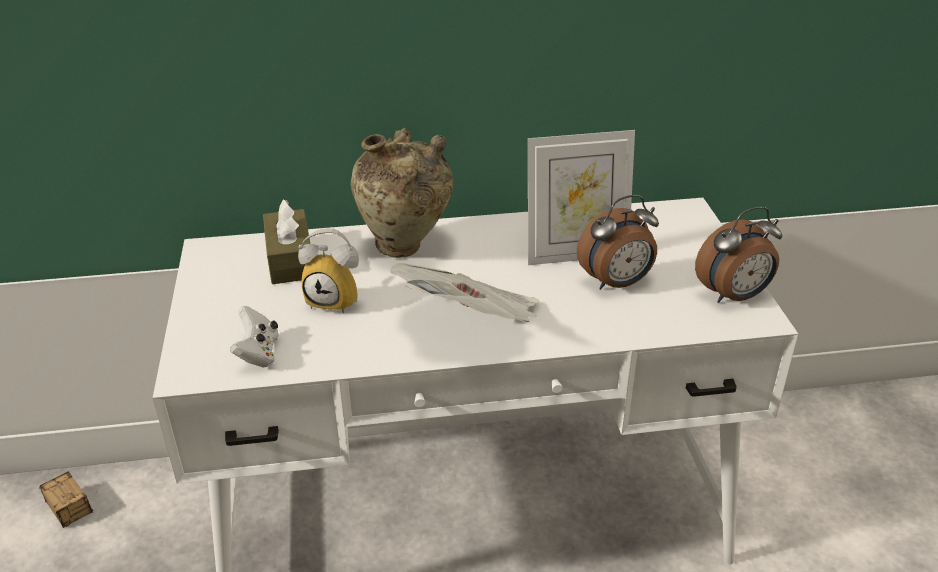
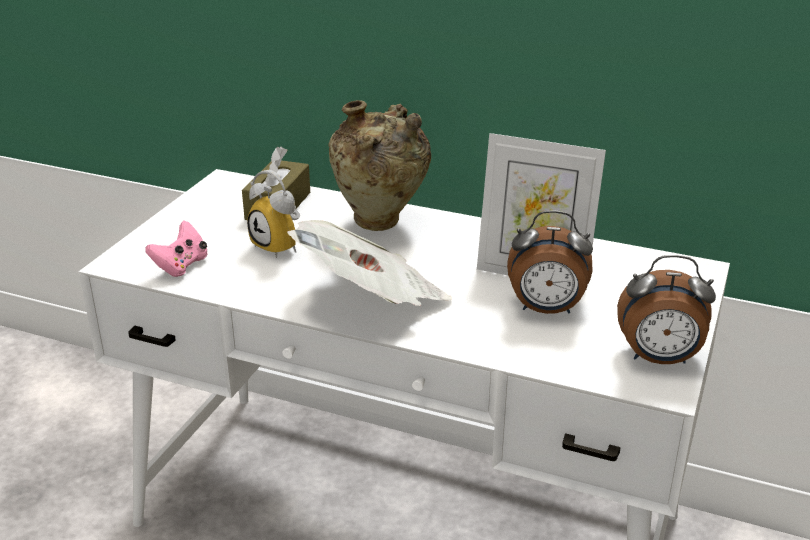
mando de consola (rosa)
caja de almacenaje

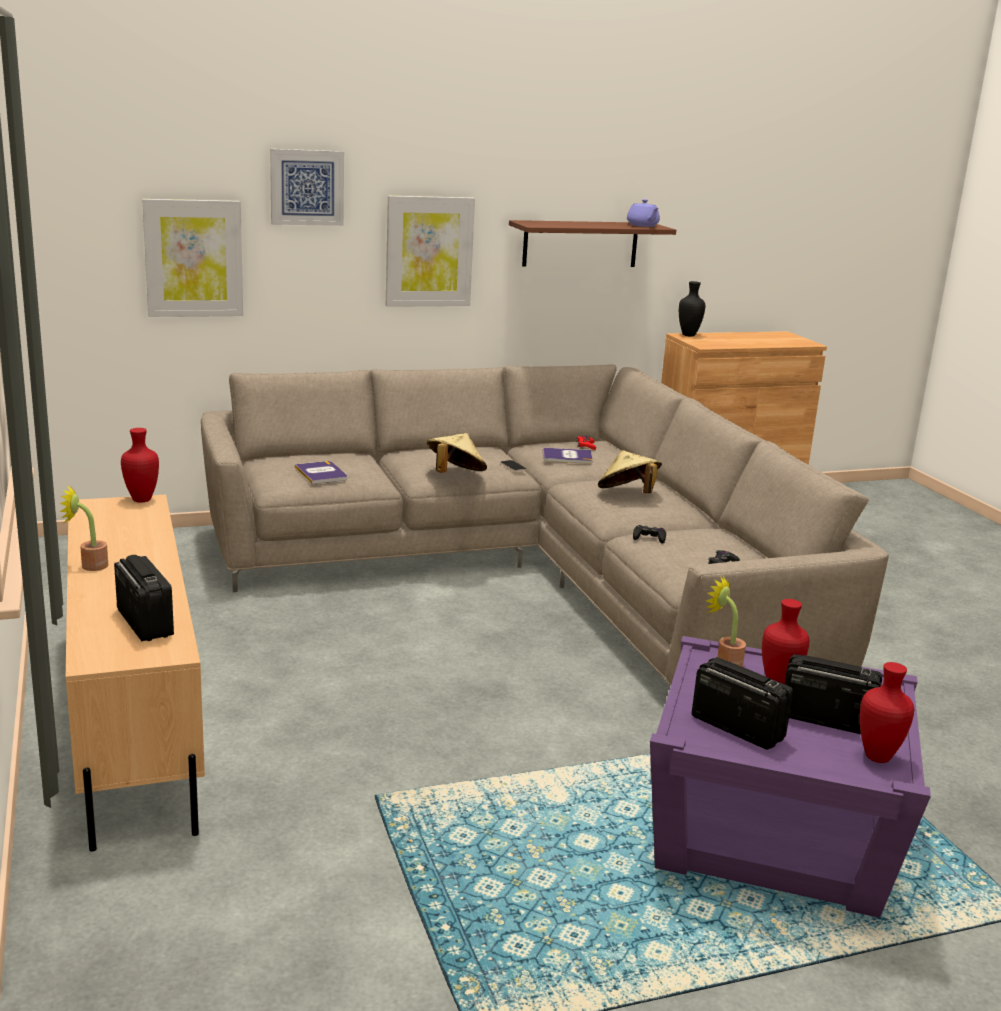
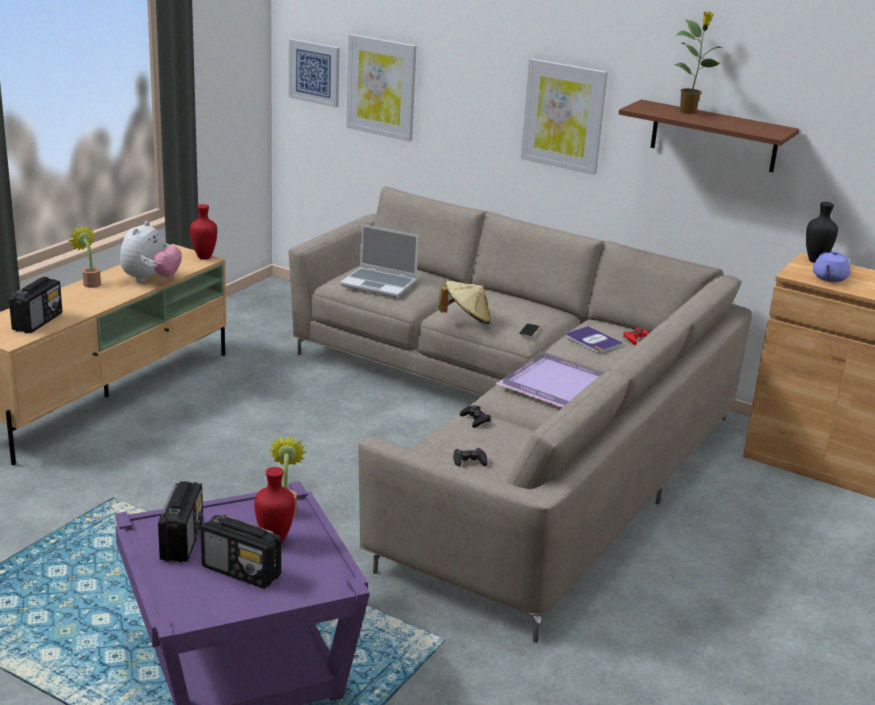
peluche
radio (no. 3 from left)
cuadro (no. 1 from left)
portátil
bandeja (morado)
planta en maceta (no. 3 from left)
tetera (morado)
florero (rojo) (no. 3 from left in the first image)

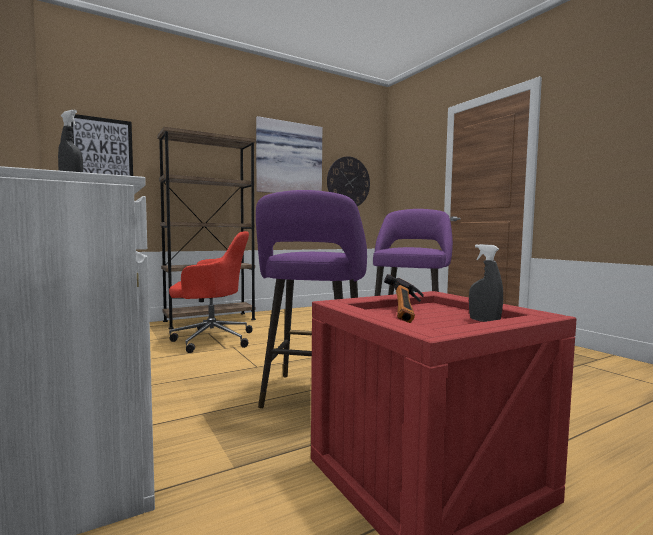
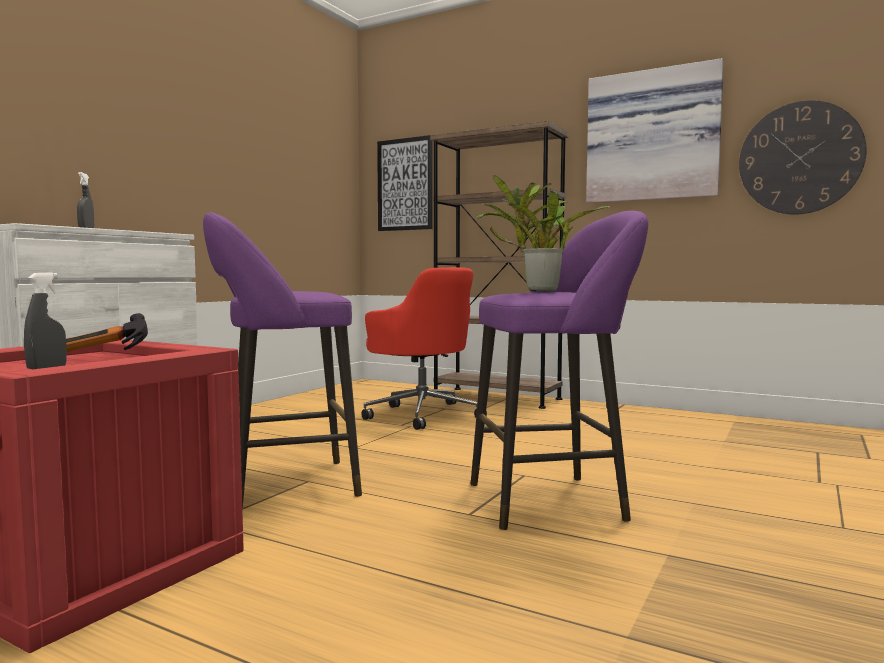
planta en maceta

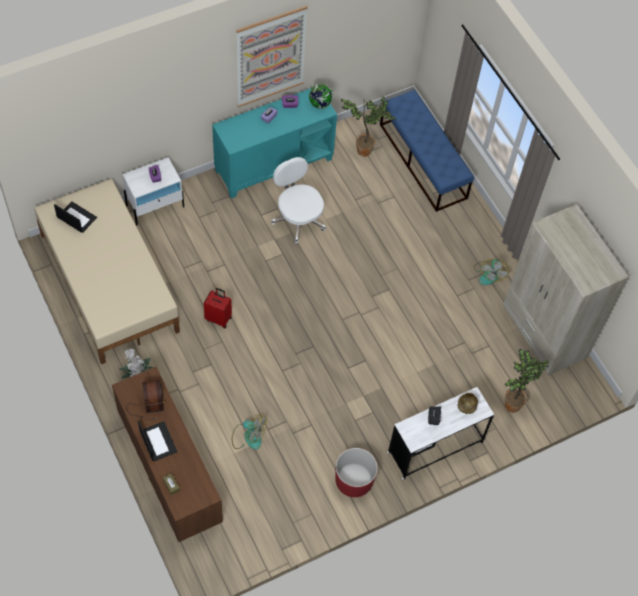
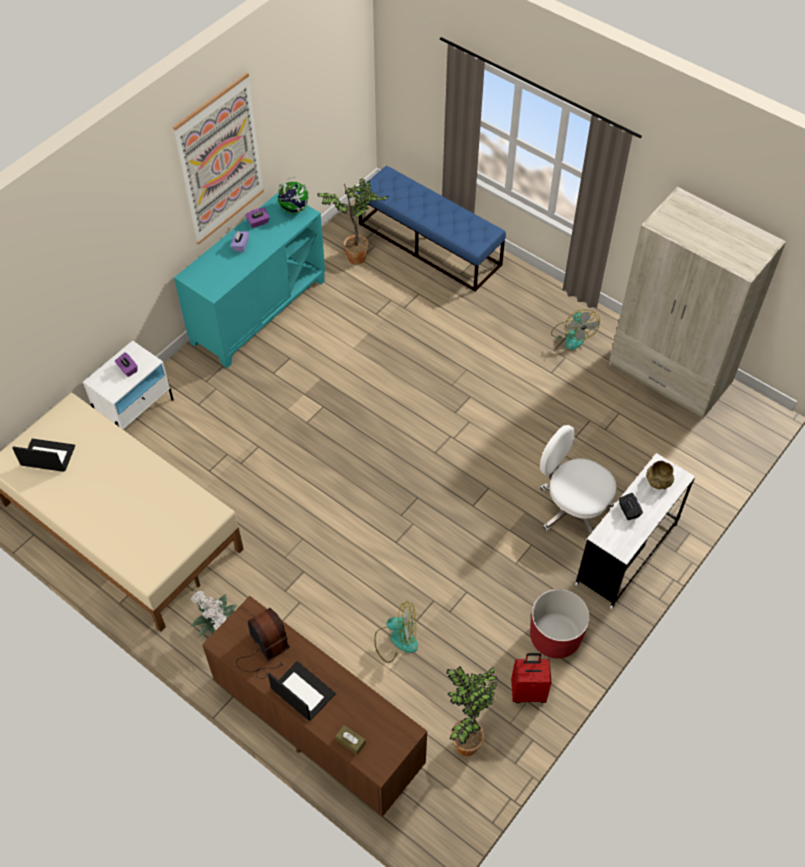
planta en maceta (no. 3 from left)
maleta (rojo)
silla de oficina (blanco)

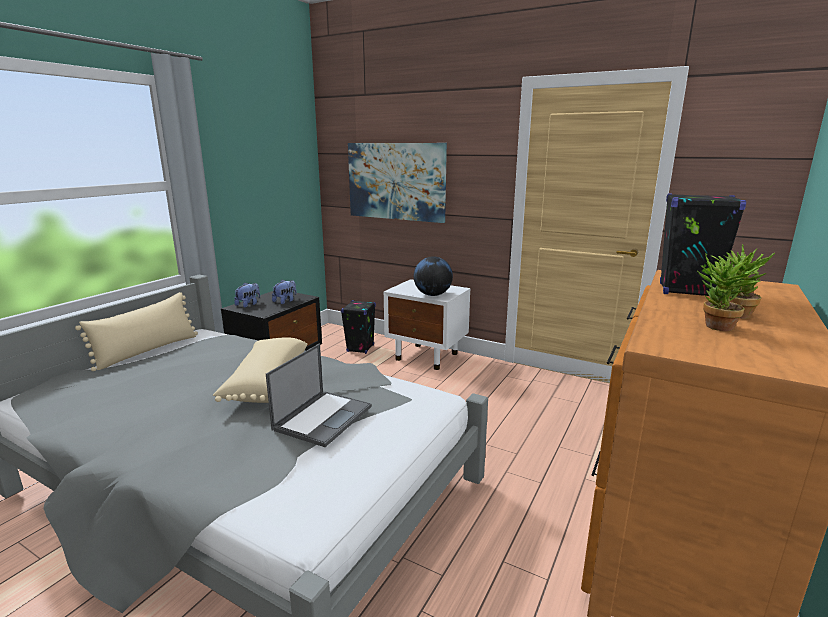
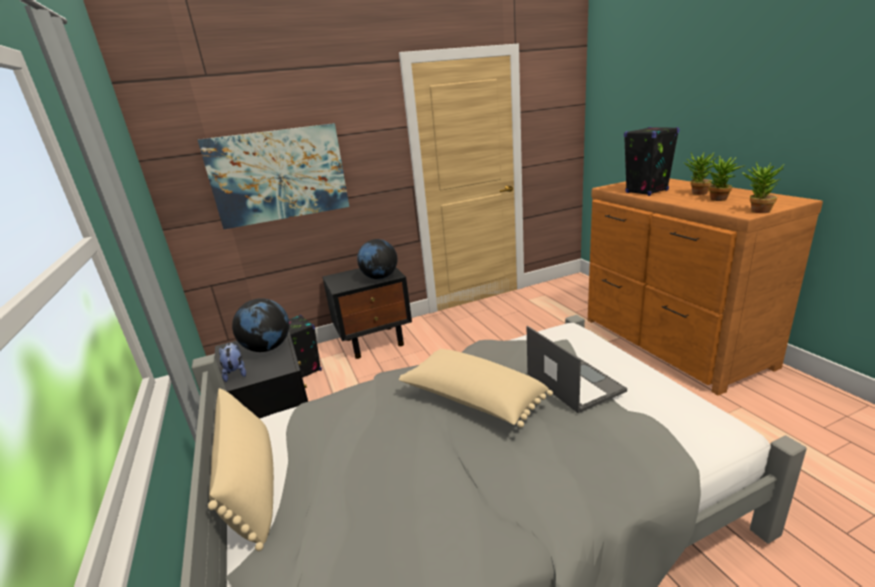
globo terráqueo (no. 1 from left)
mesita de noche (negro) (no. 2 from left)
planta en maceta (no. 3 from left)

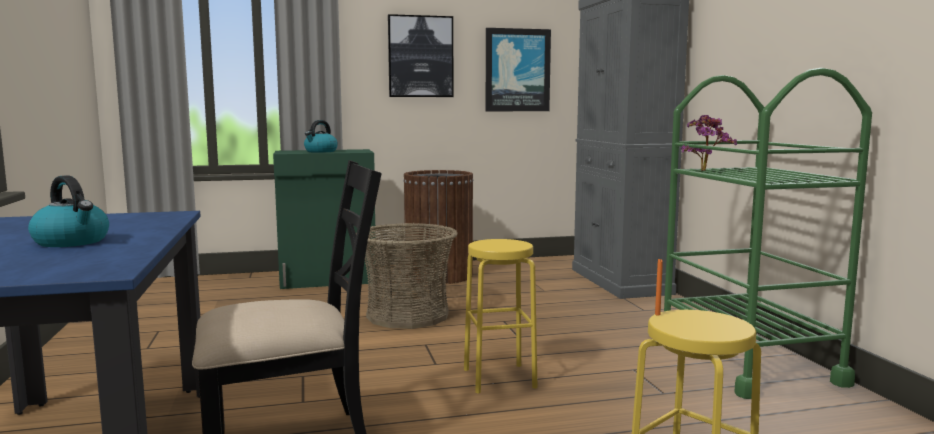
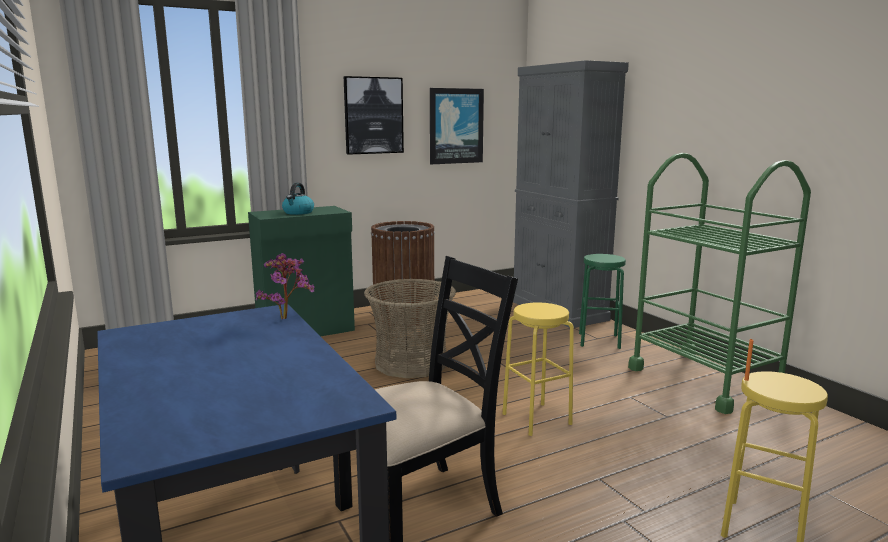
planta en maceta
taburete (verde)
hervidor (no. 1 from left in the first image)

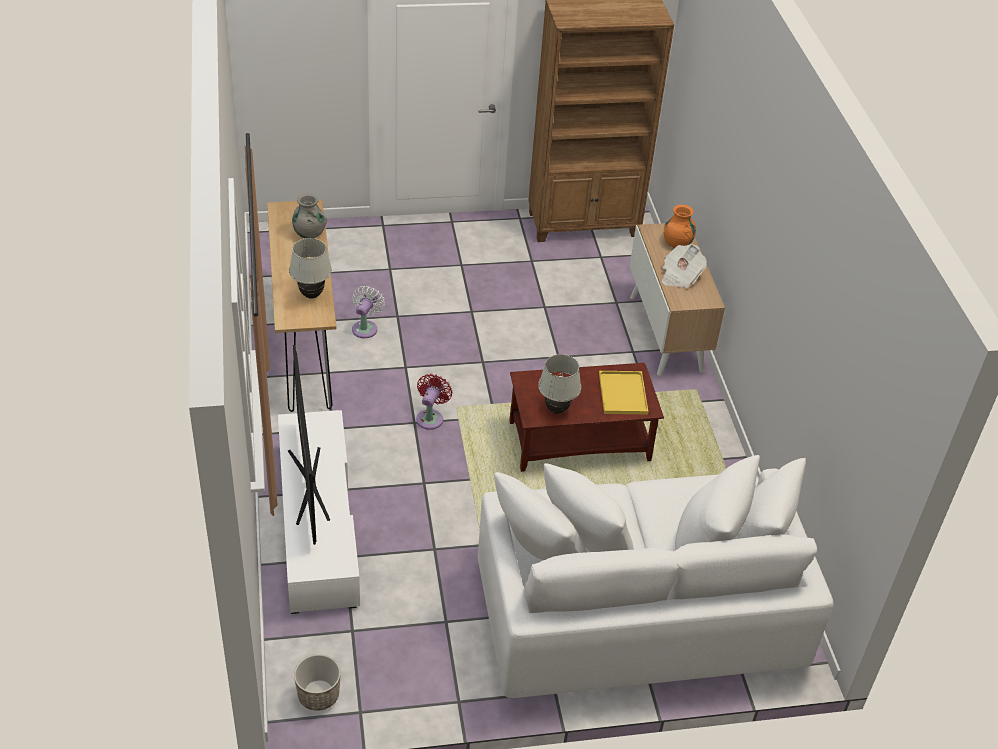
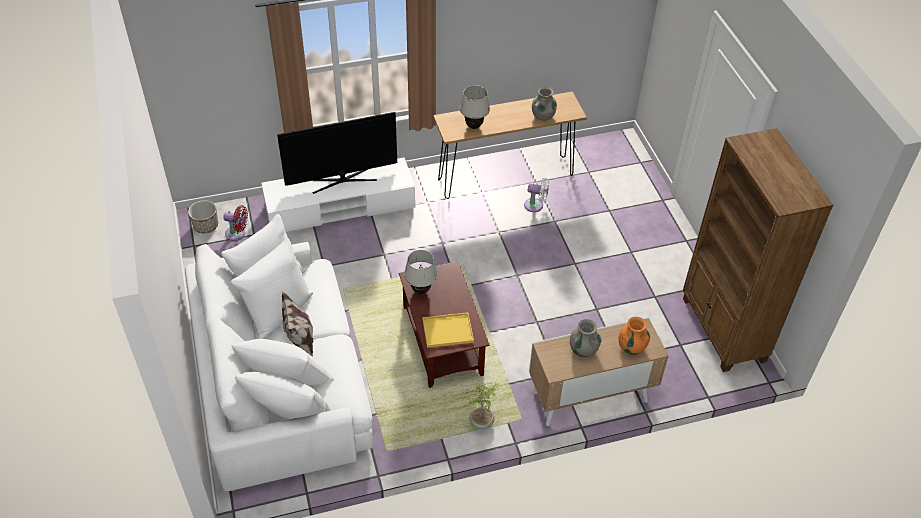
ventilador (rojo)
cojín
planta en maceta
florero (gris) (no. 2 from left)

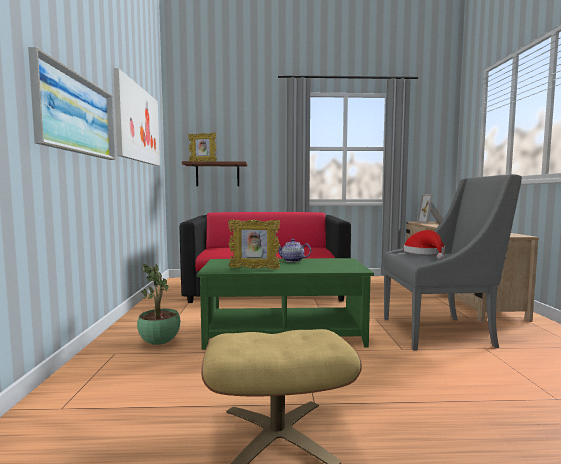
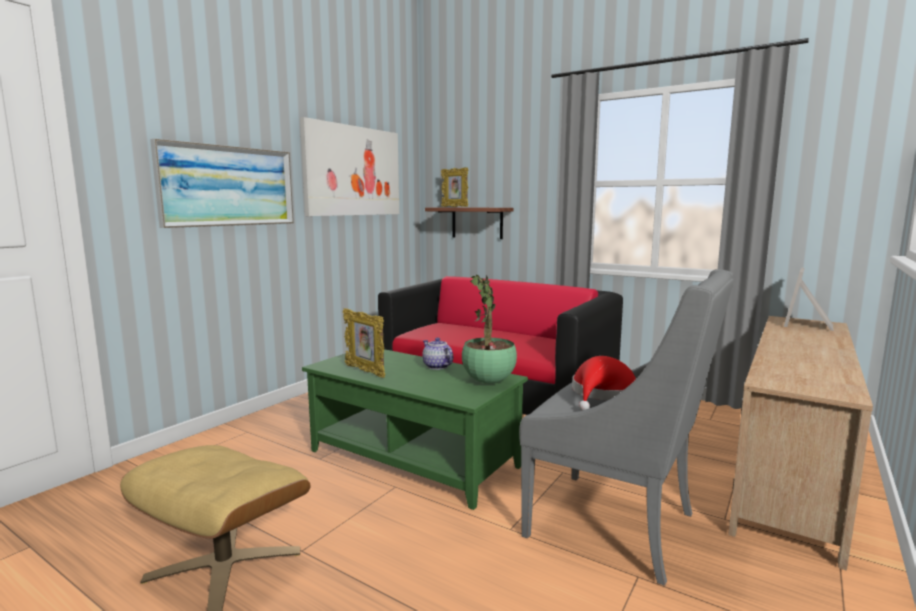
planta en maceta

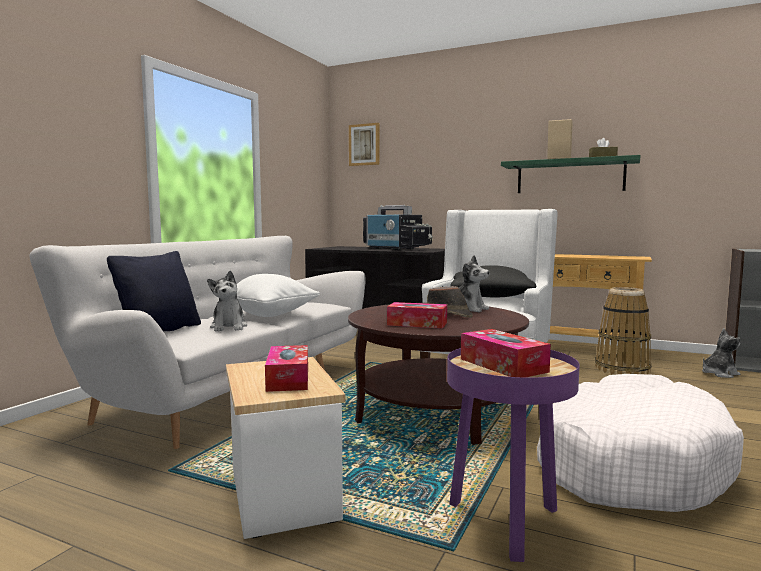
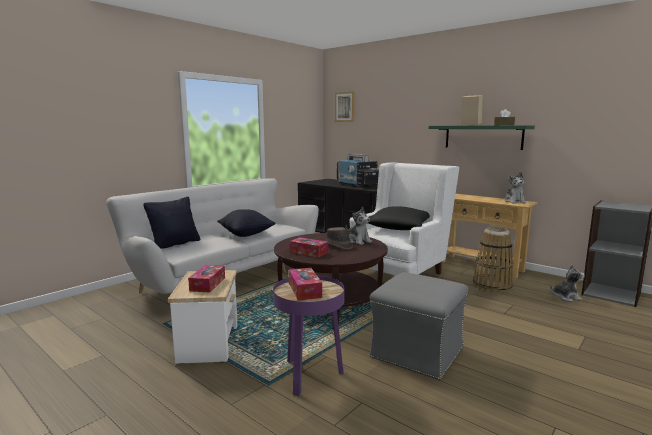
cojín (negro) (no. 2 from left)
puf (gris)
peluche (no. 2 from left)

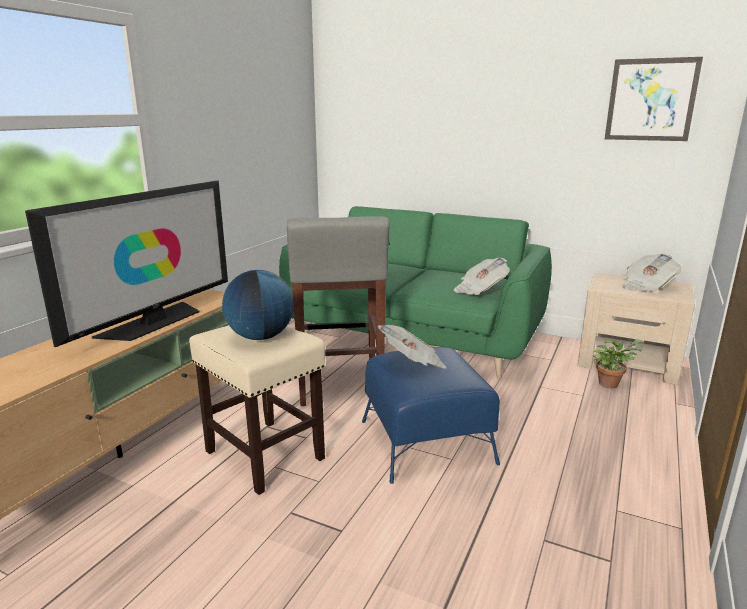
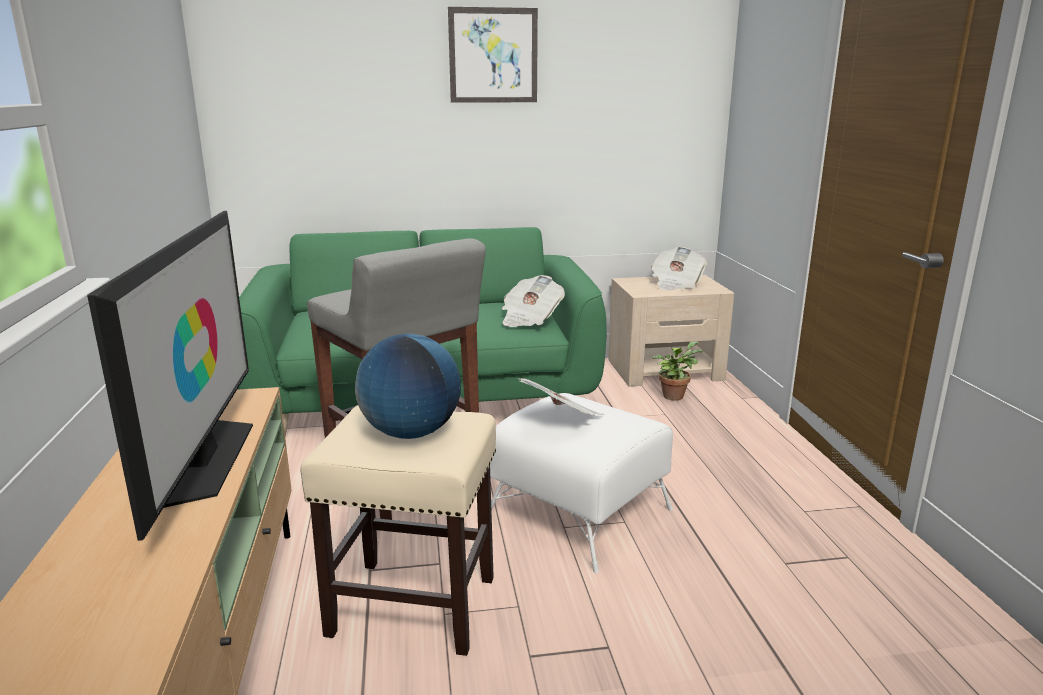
cuadro
puf (blanco)

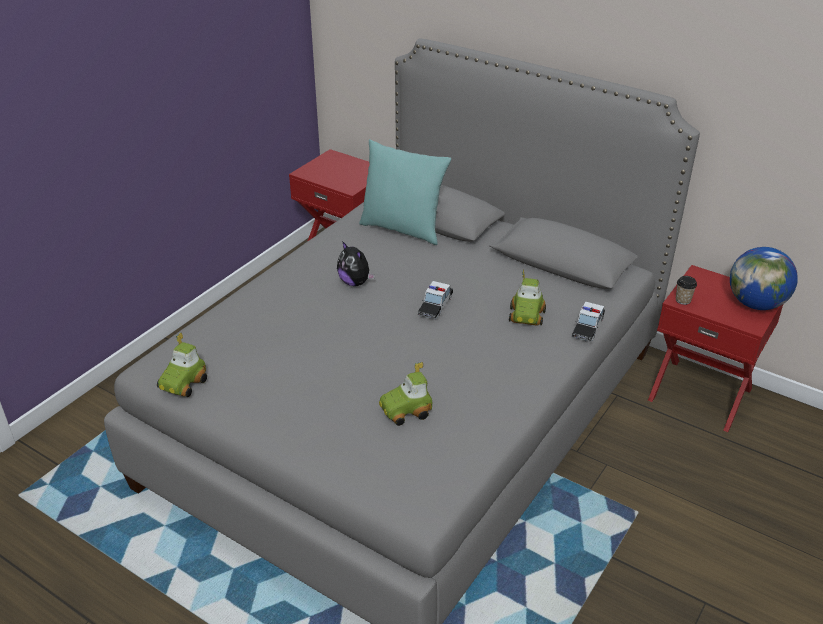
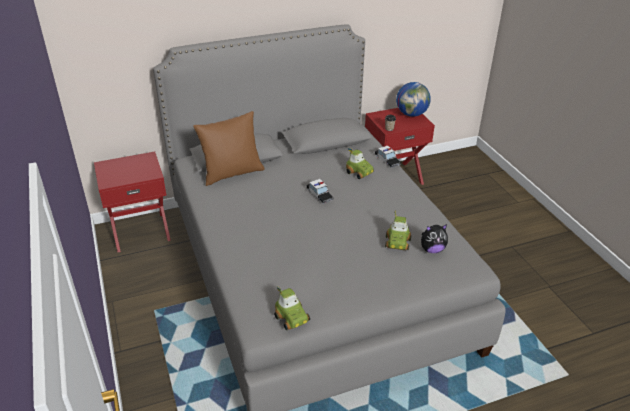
cojín (marrón)
peluche

